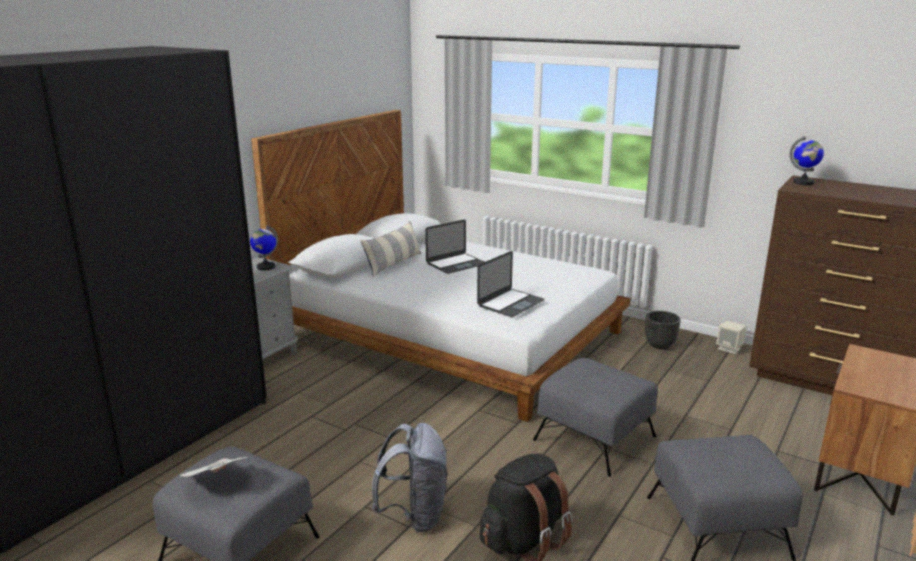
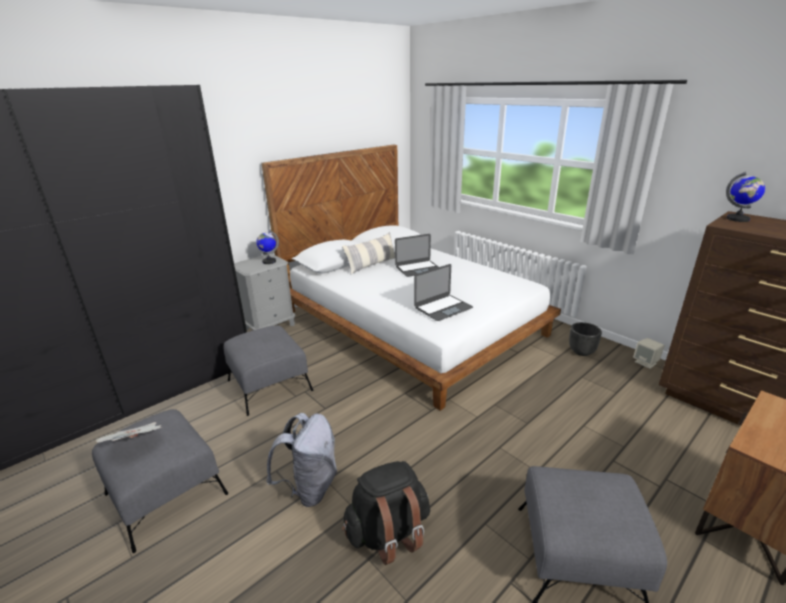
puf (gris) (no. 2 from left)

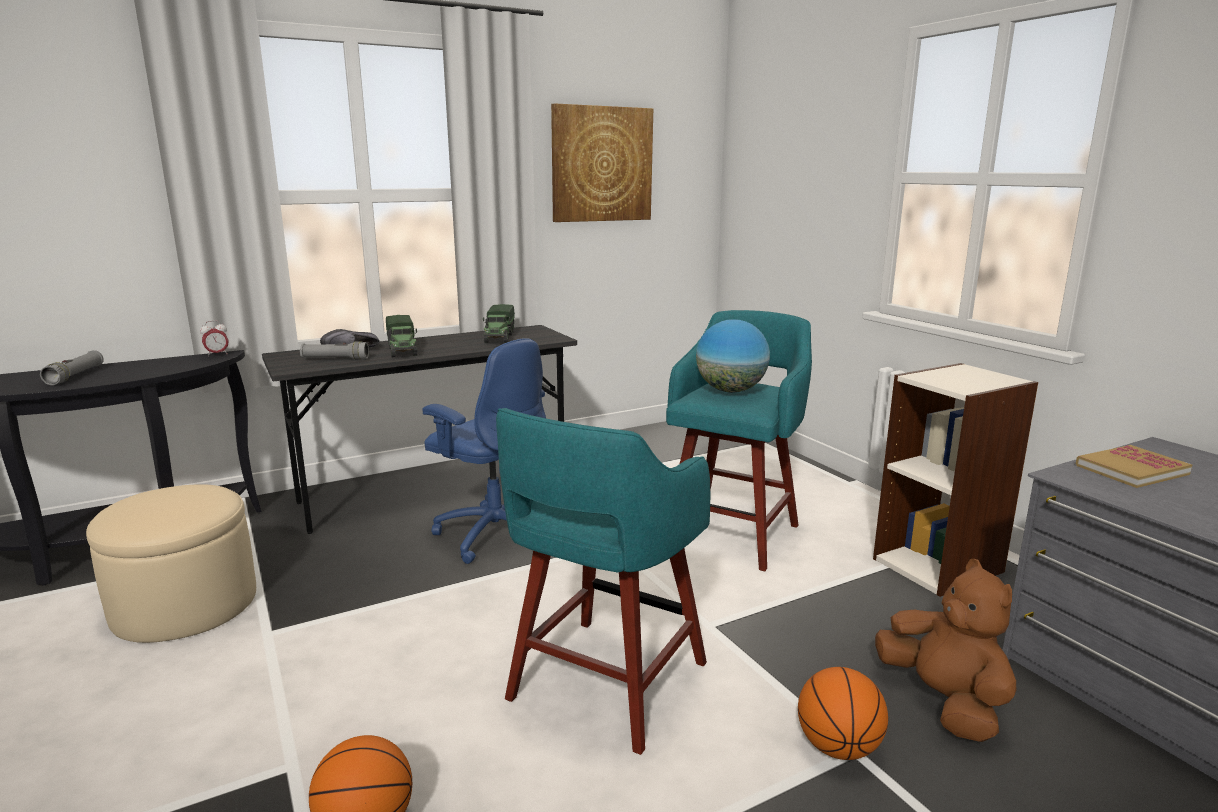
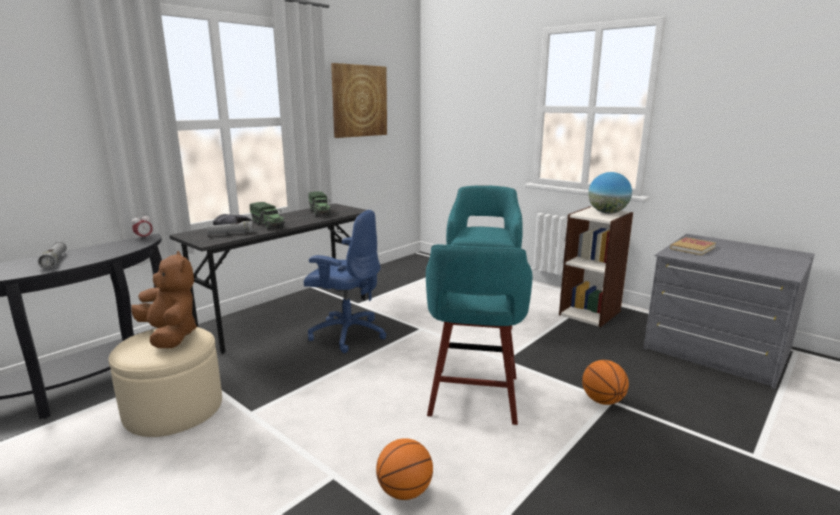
peluche (marrón)
globo terráqueo

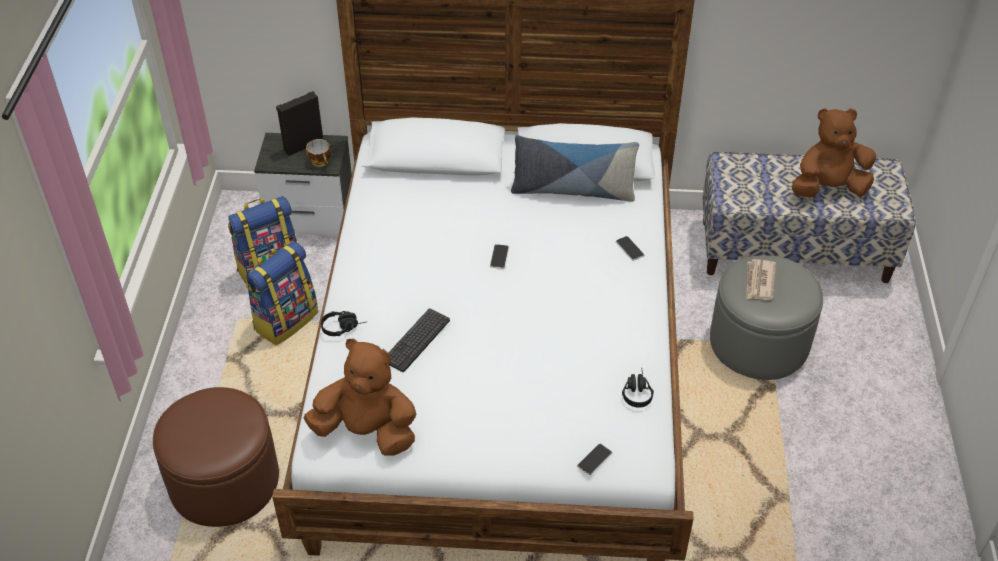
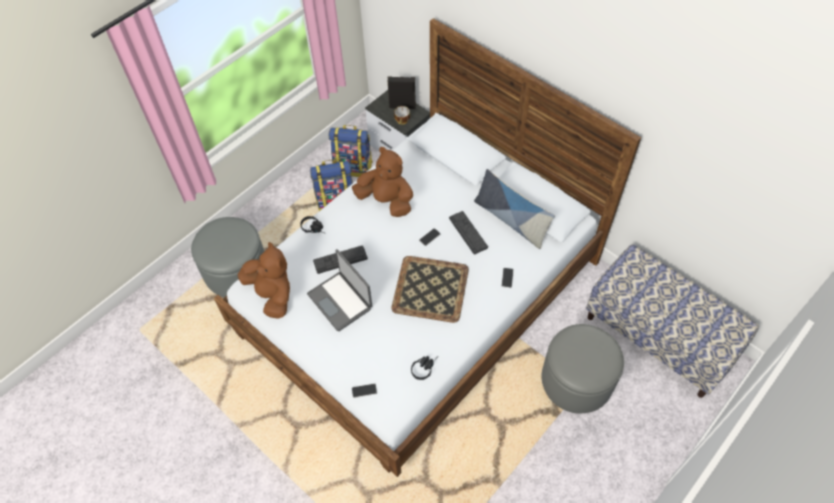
puf (gris) (no. 1 from left)
portátil
peluche (marrón) (no. 2 from left)
bandeja
teclado (no. 2 from left)
periódico

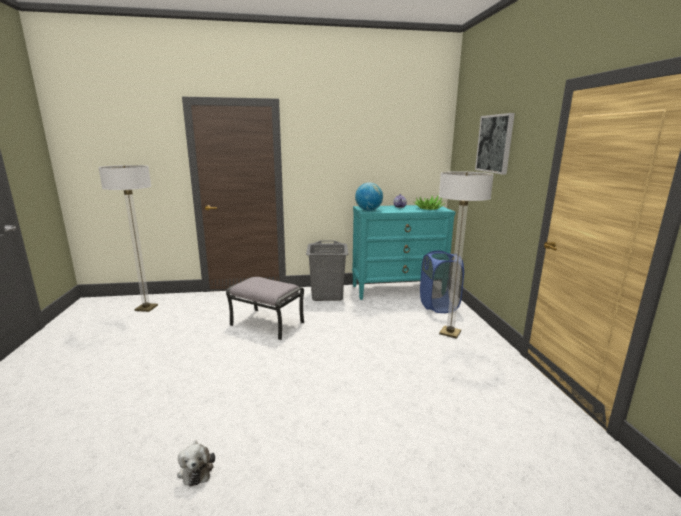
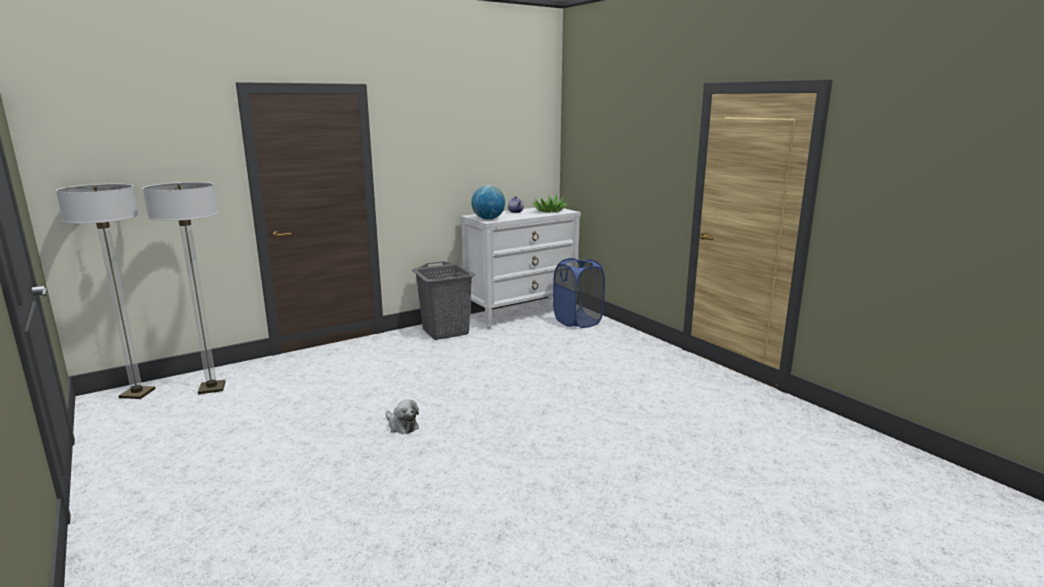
lámpara de pie (no. 1 from left)
peluche
cómoda (blanco)
puf (gris)
cuadro

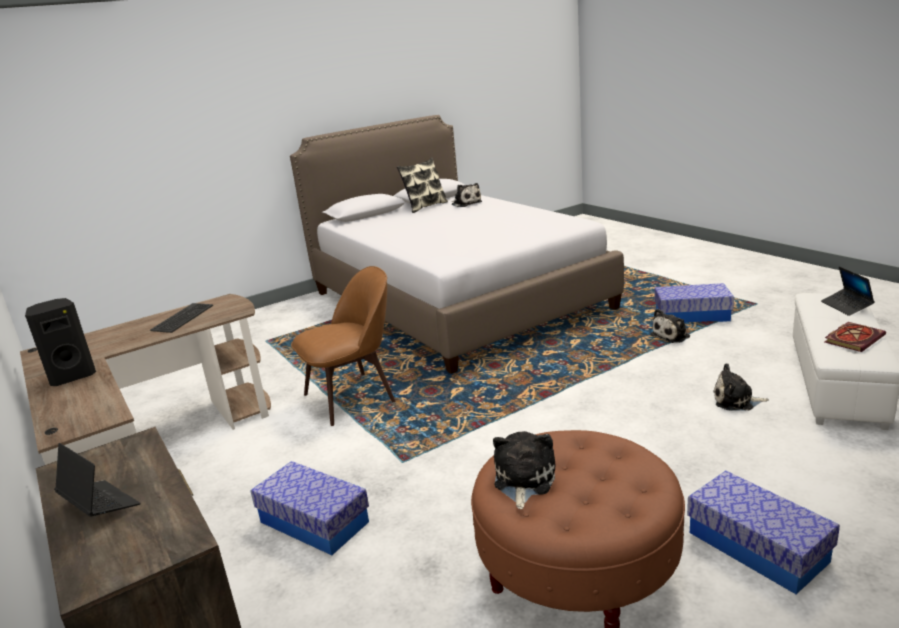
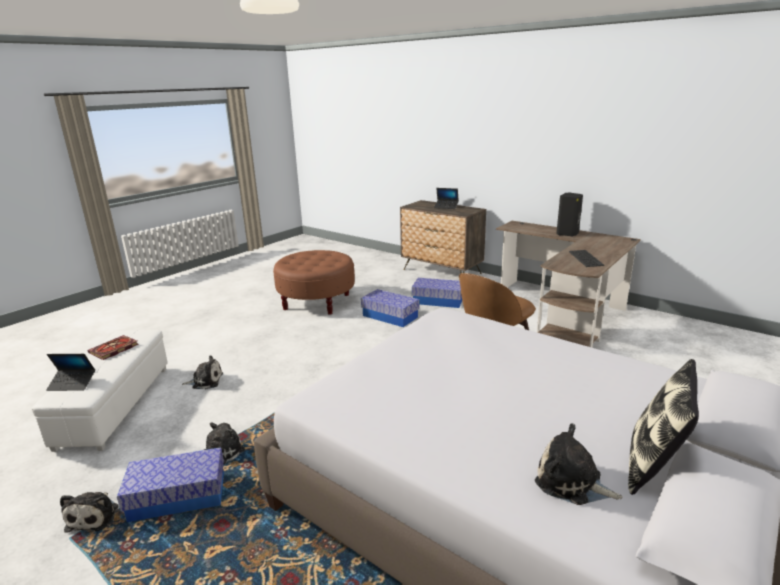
portátil (no. 1 from left)
peluche (no. 1 from left)
caja de almacenaje (no. 2 from left)

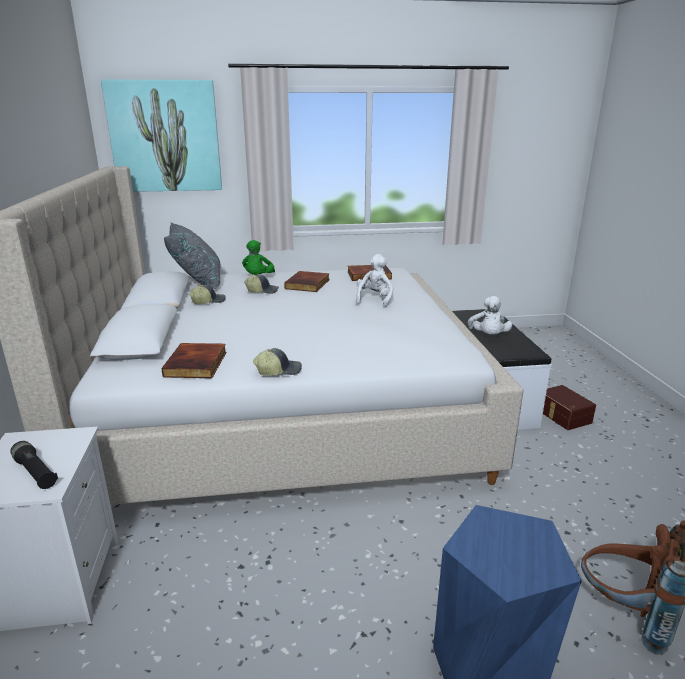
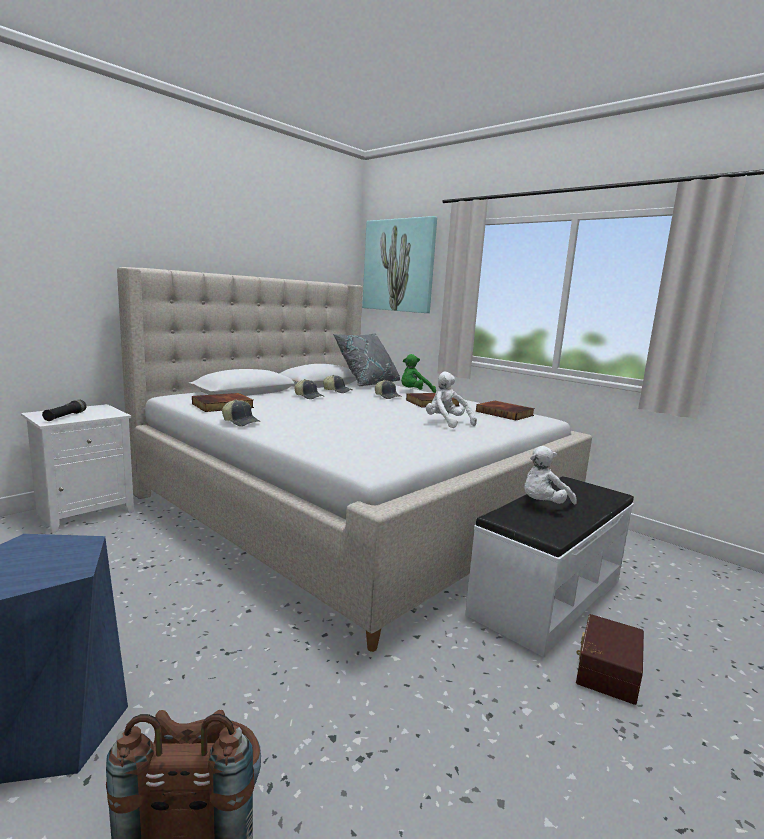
gorra (no. 2 from left)
peluche (blanco) (no. 1 from left)

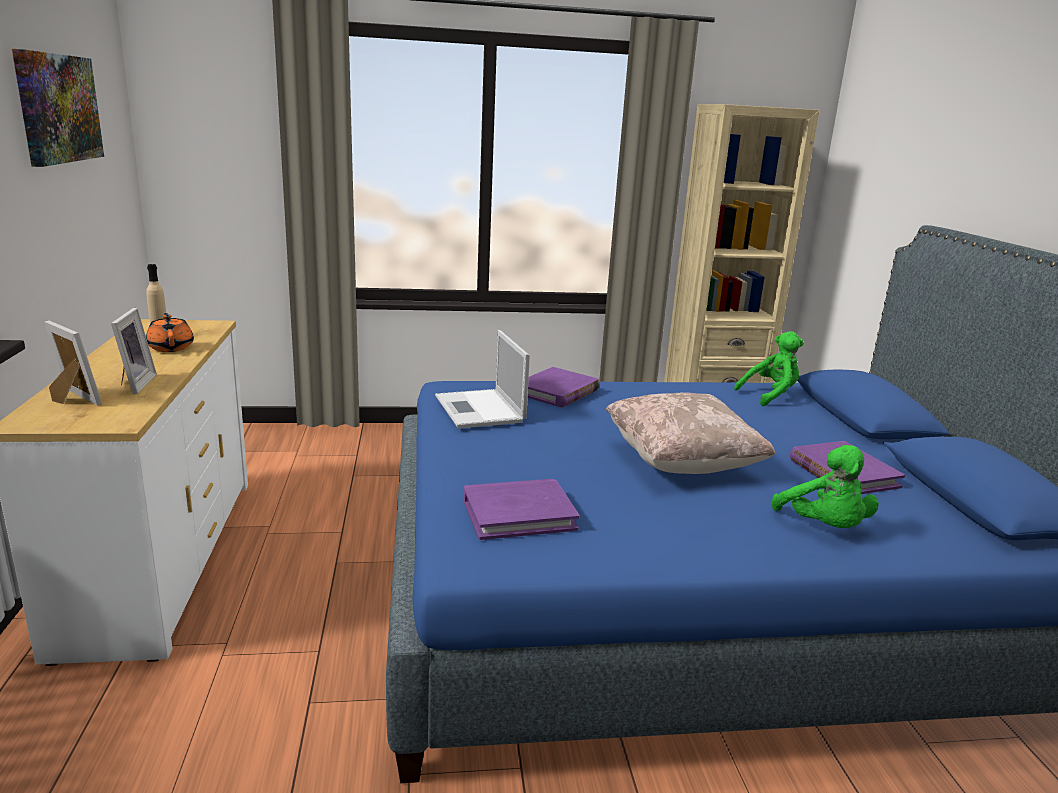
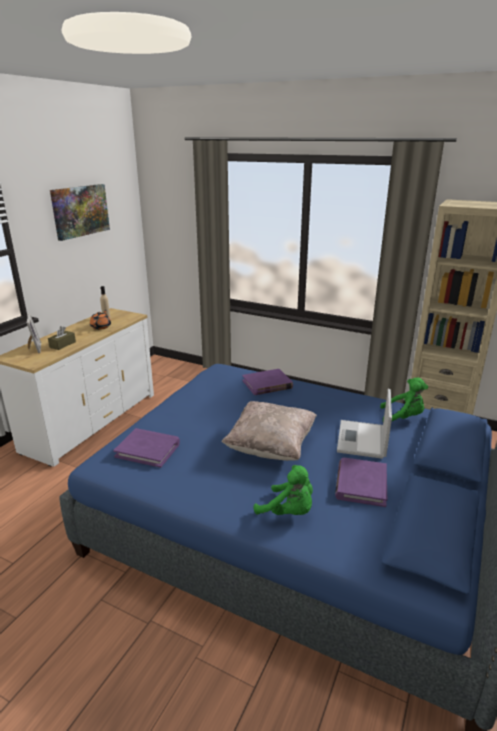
caja de pañuelos (marrón)
peluche (verde) (no. 1 from left)
portátil

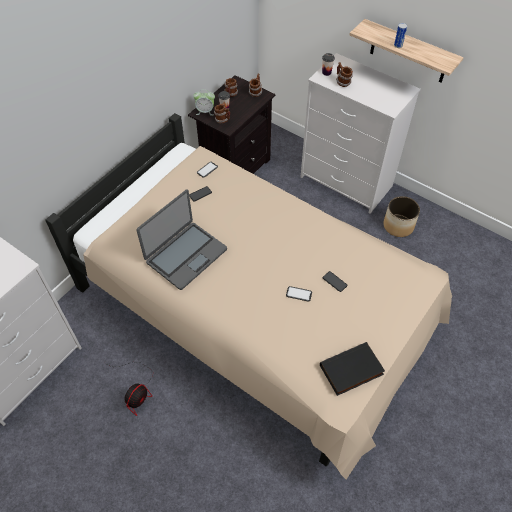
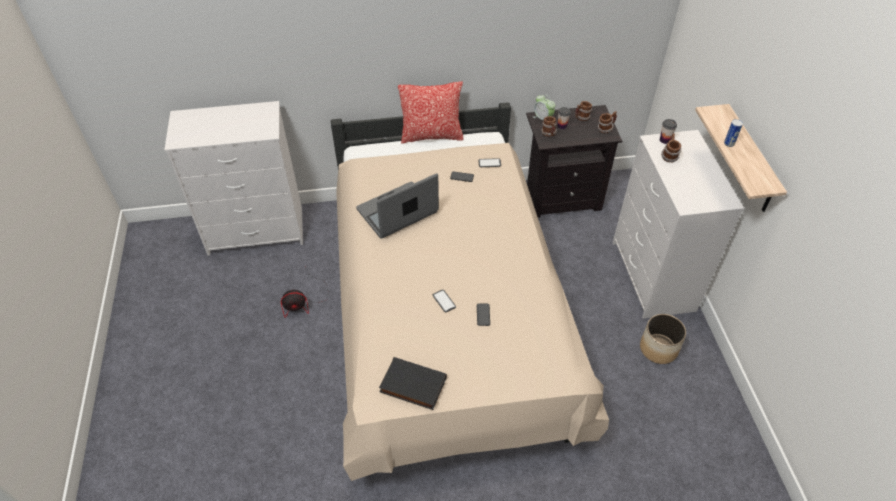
portátil
cojín

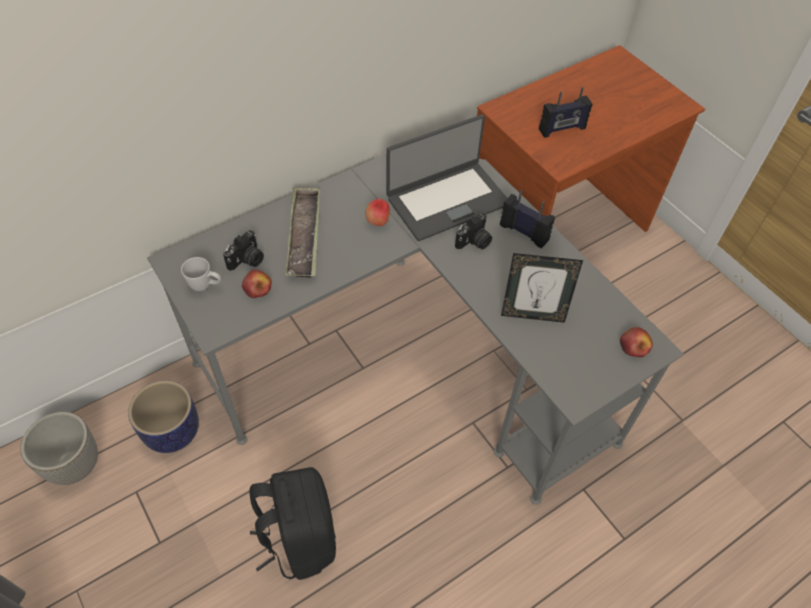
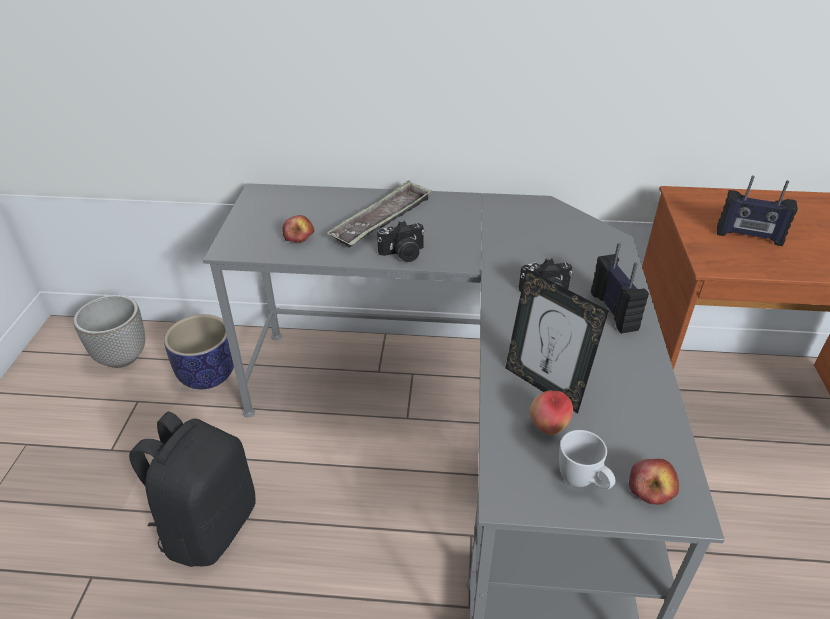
cámara (no. 1 from left)
manzana (no. 2 from left)
taza grande (blanco)
portátil

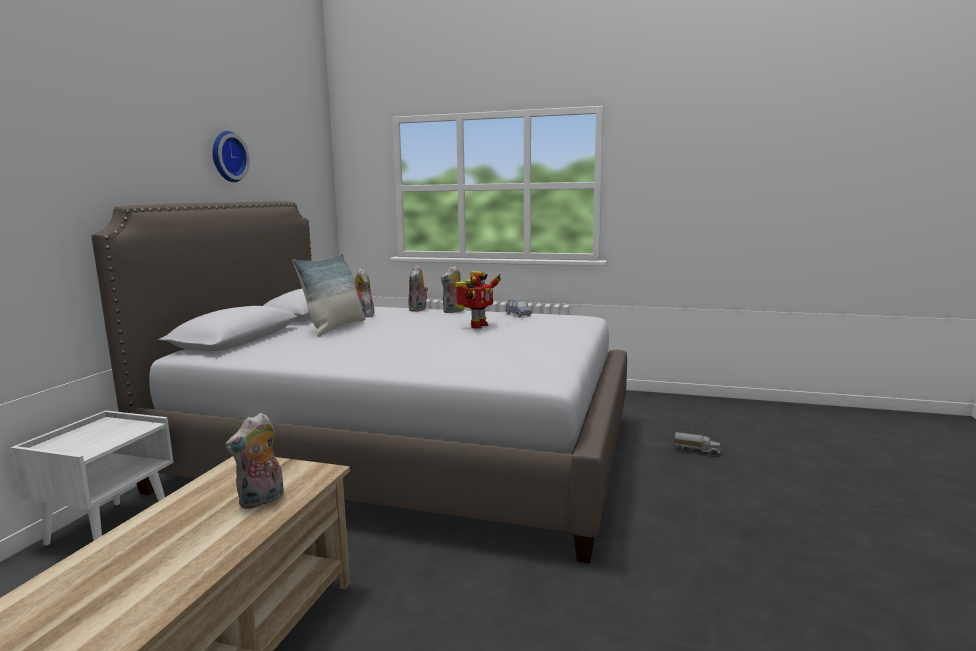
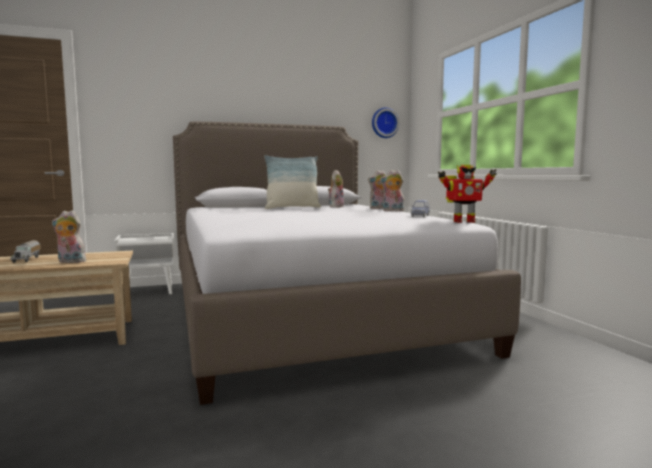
camión de juguete
reloj de pared
robot de juguete

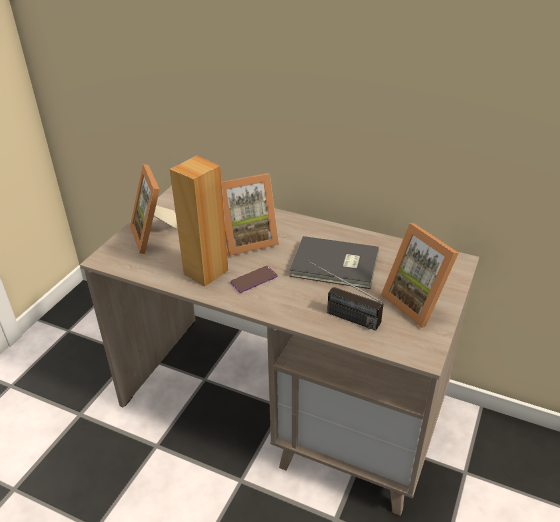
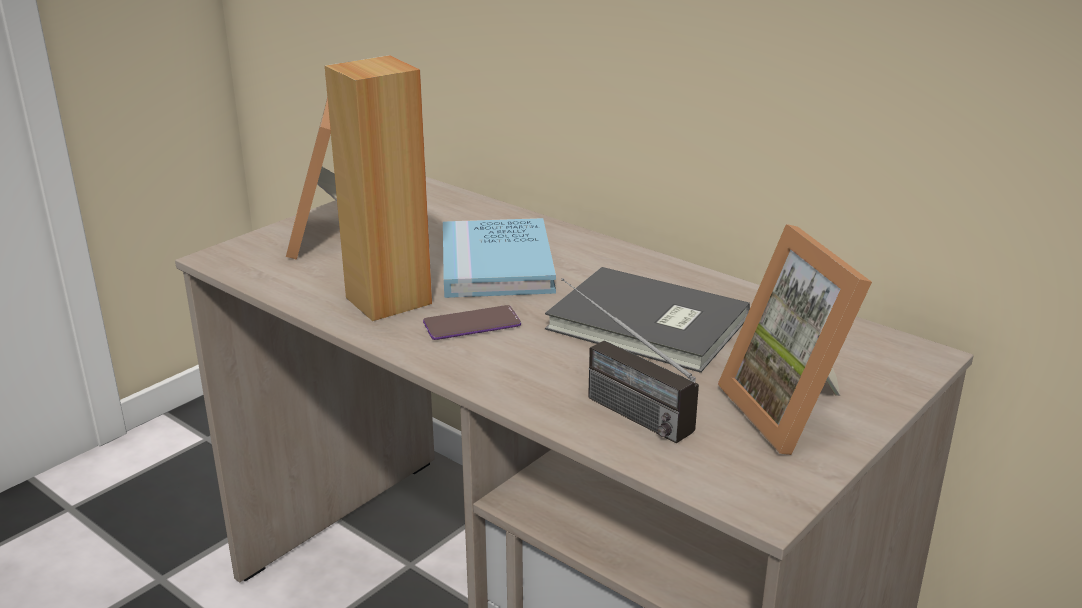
libro (azul)

